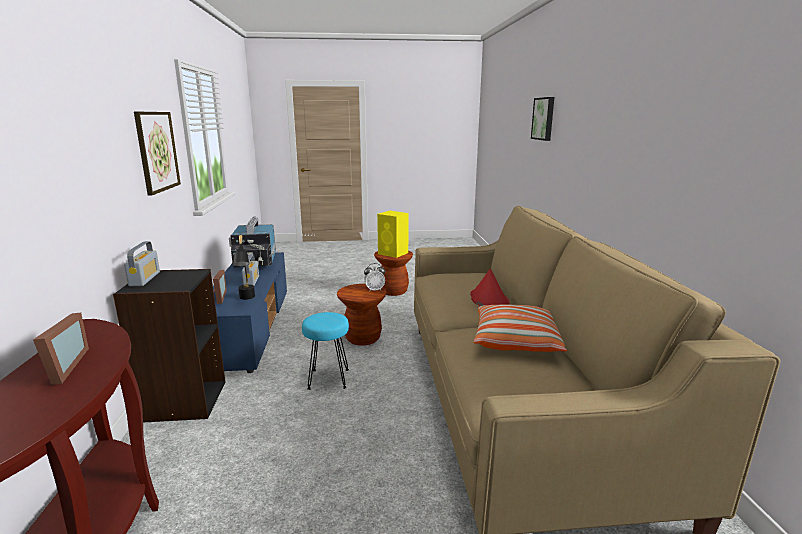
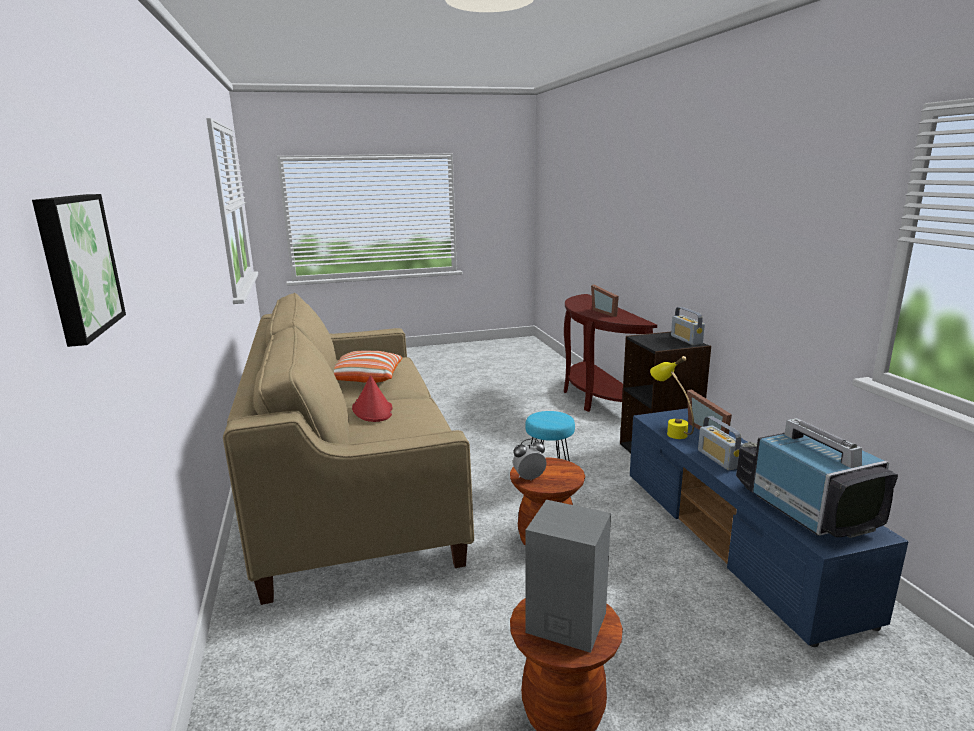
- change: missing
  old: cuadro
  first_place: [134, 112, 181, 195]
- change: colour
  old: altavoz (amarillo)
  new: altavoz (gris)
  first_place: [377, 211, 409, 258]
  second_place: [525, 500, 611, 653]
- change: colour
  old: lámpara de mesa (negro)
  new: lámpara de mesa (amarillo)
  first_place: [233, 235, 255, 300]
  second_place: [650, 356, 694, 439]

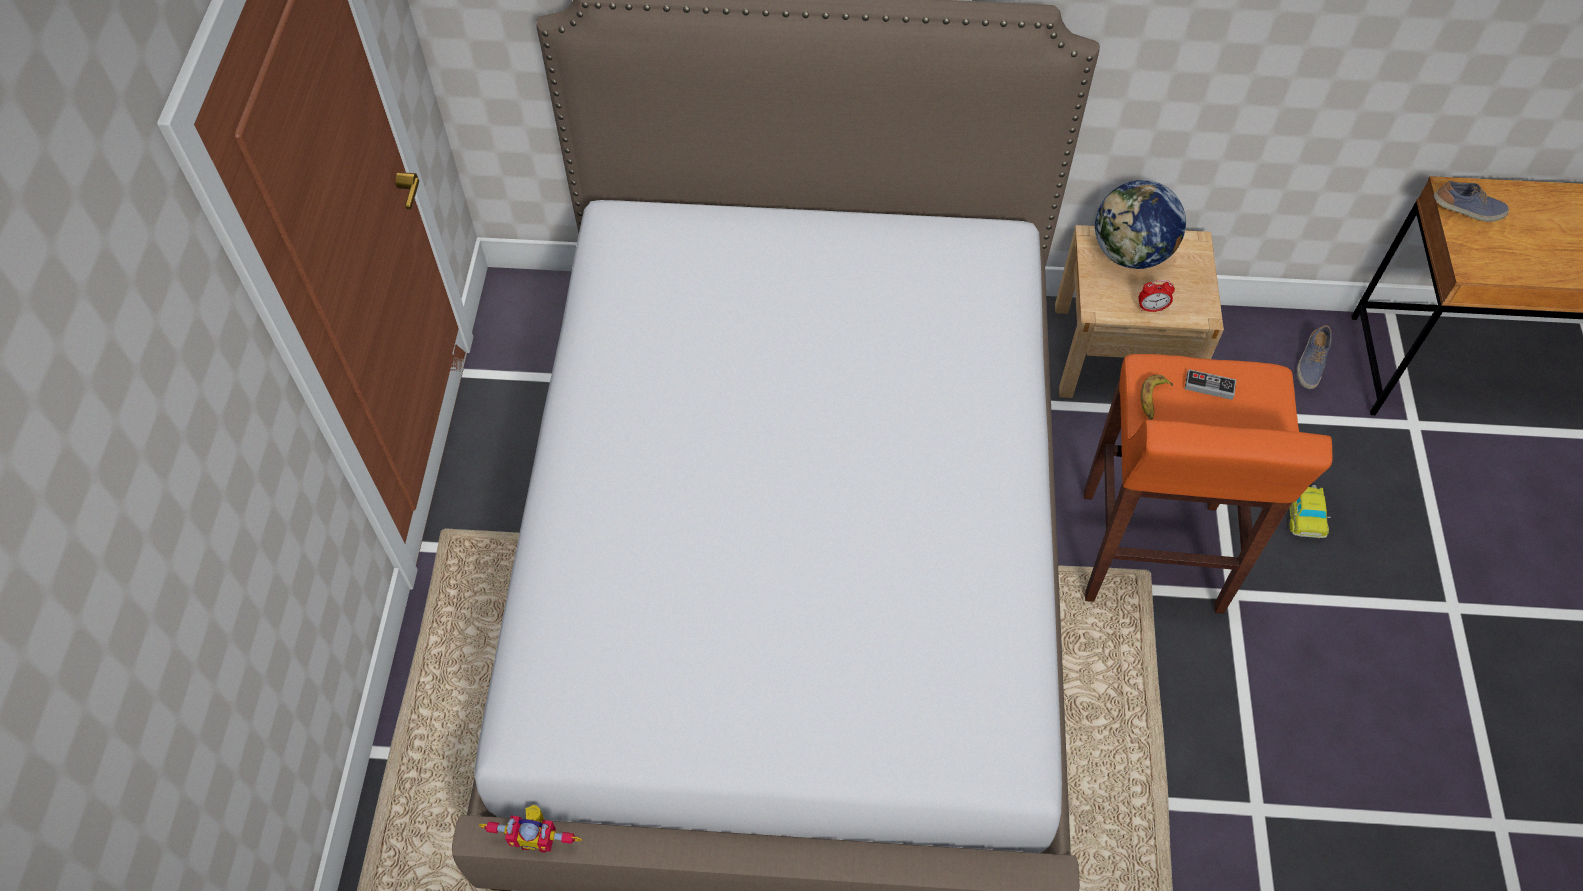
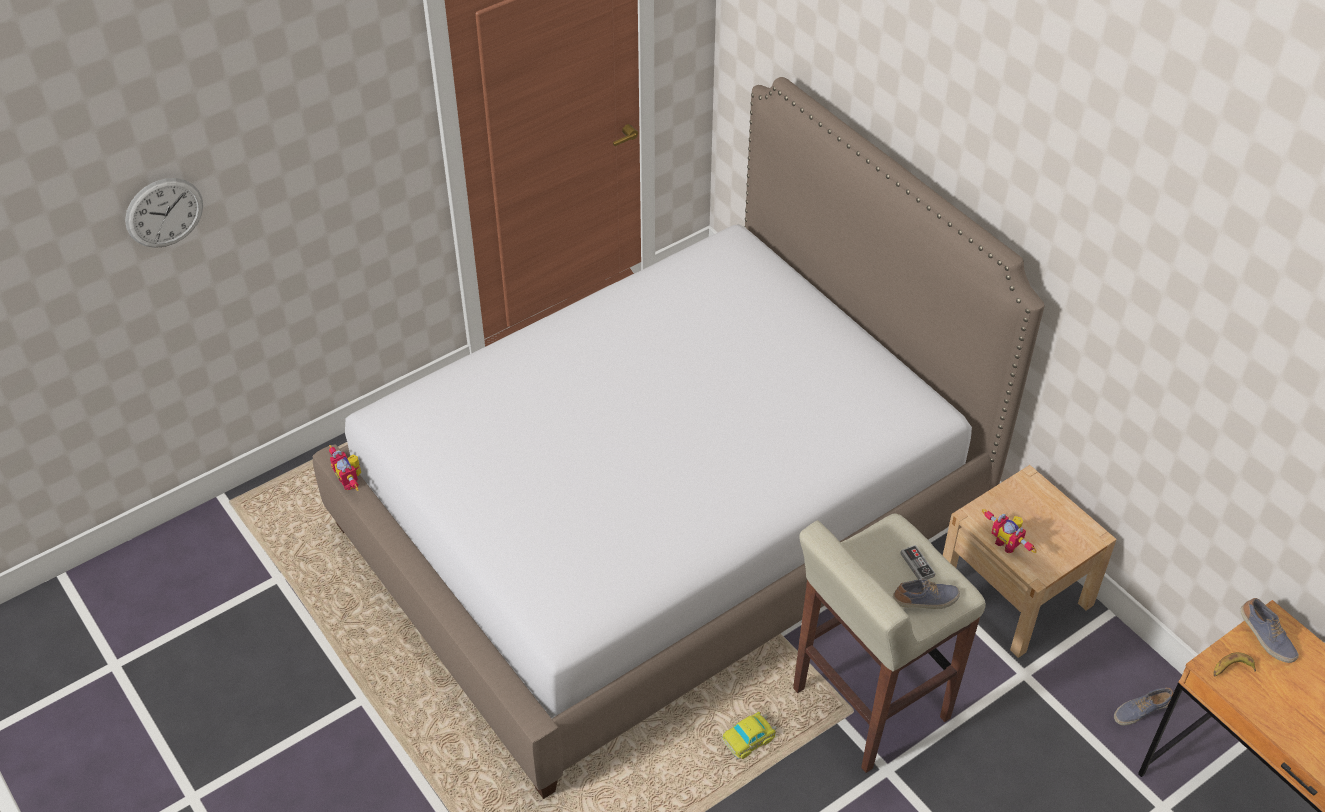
- change: missing
  old: globo terráqueo
  first_place: [1095, 180, 1186, 269]
- change: exchanged
  old: despertador
  new: robot de juguete
  first_place: [1138, 280, 1175, 312]
  second_place: [982, 509, 1037, 553]
- change: colour
  old: taburete (naranja)
  new: taburete (beis)
  first_place: [1084, 354, 1332, 614]
  second_place: [793, 513, 986, 773]
- change: relocated
  old: plátano
  first_place: [1141, 375, 1173, 420]
  second_place: [1213, 652, 1256, 676]
- change: relocated
  old: coche de juguete
  first_place: [1289, 485, 1330, 538]
  second_place: [722, 712, 777, 759]
- change: appeared
  new: reloj de pared
  second_place: [125, 178, 203, 248]
- change: appeared
  new: zapato
  second_place: [893, 579, 960, 609]

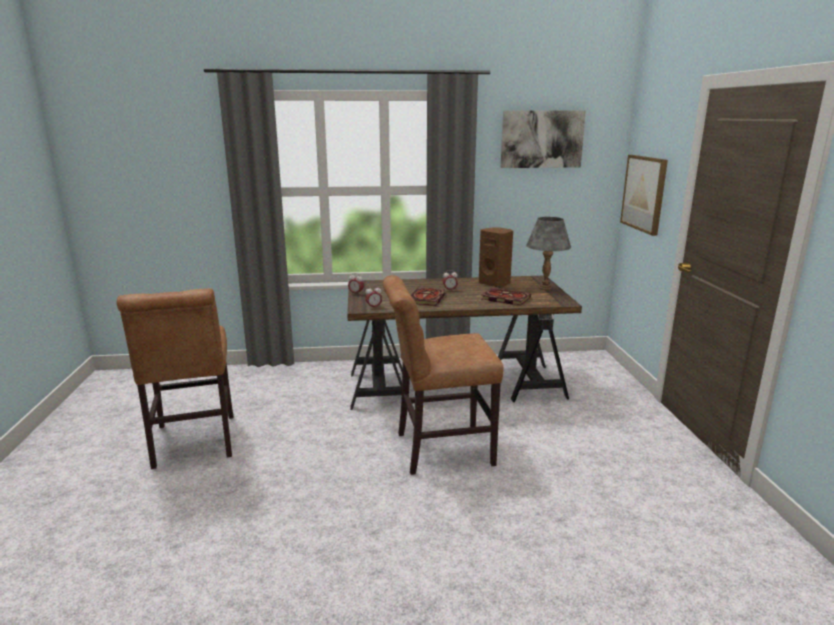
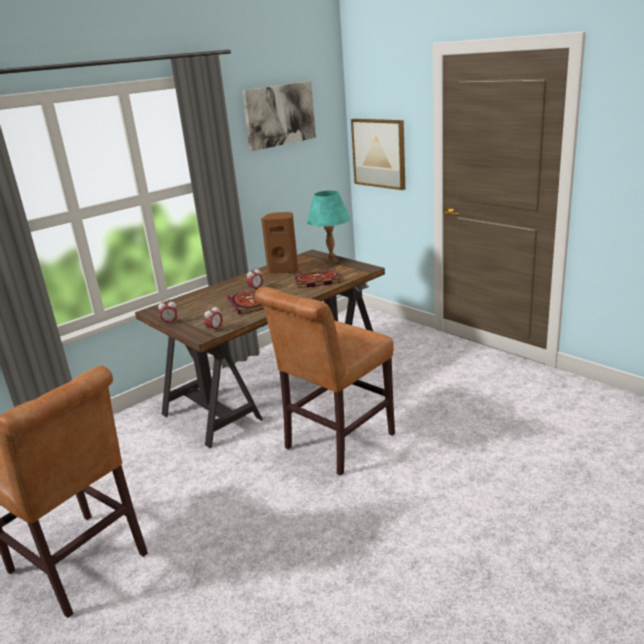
- change: colour
  old: lámpara de mesa (gris)
  new: lámpara de mesa (turquesa)
  first_place: [526, 217, 571, 290]
  second_place: [307, 191, 350, 263]

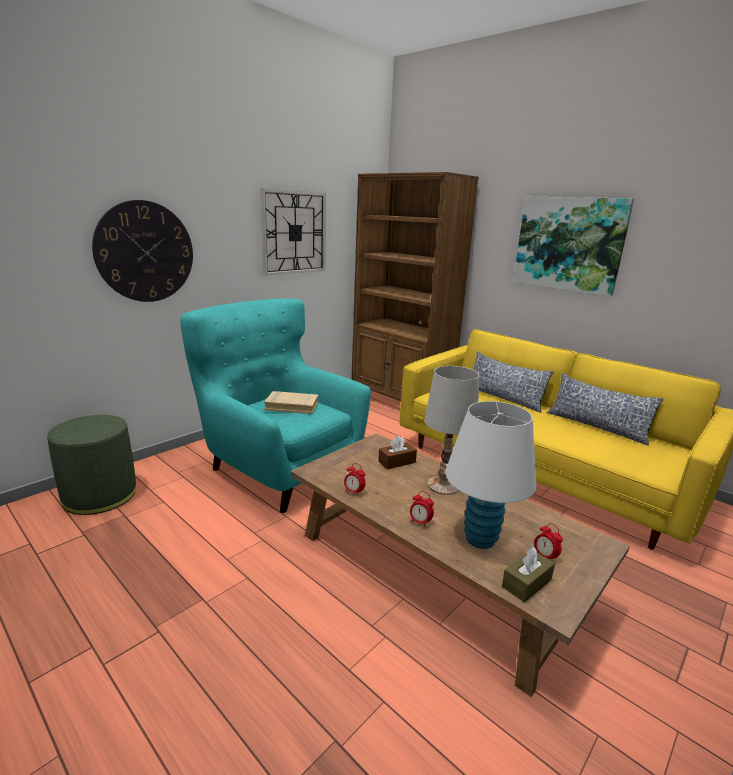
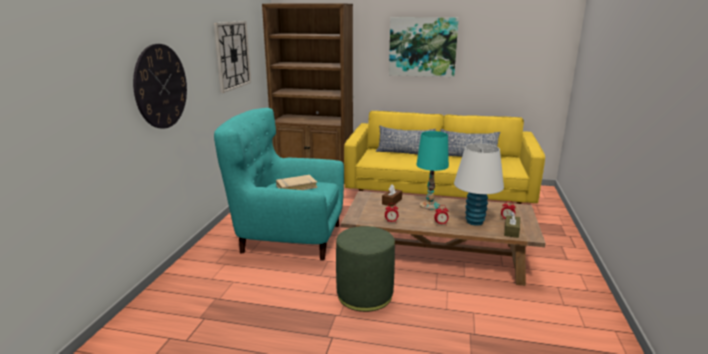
- change: colour
  old: lámpara de mesa (blanco)
  new: lámpara de mesa (turquesa)
  first_place: [424, 366, 479, 495]
  second_place: [416, 131, 449, 210]
- change: relocated
  old: puf (verde)
  first_place: [47, 415, 136, 515]
  second_place: [336, 226, 395, 312]

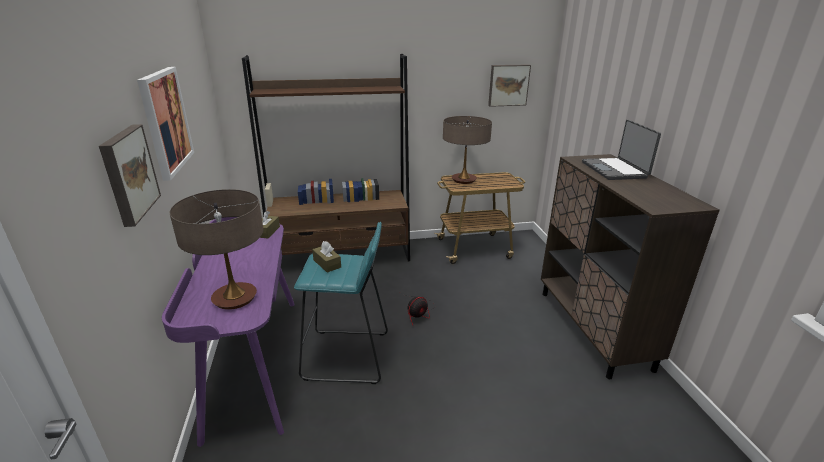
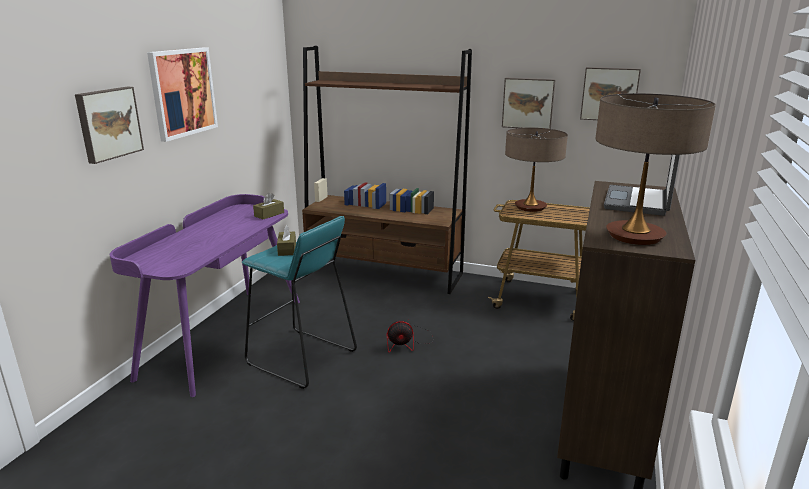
- change: relocated
  old: lámpara de mesa
  first_place: [170, 189, 264, 310]
  second_place: [595, 93, 716, 245]
- change: appeared
  new: cuadro
  second_place: [502, 78, 556, 129]

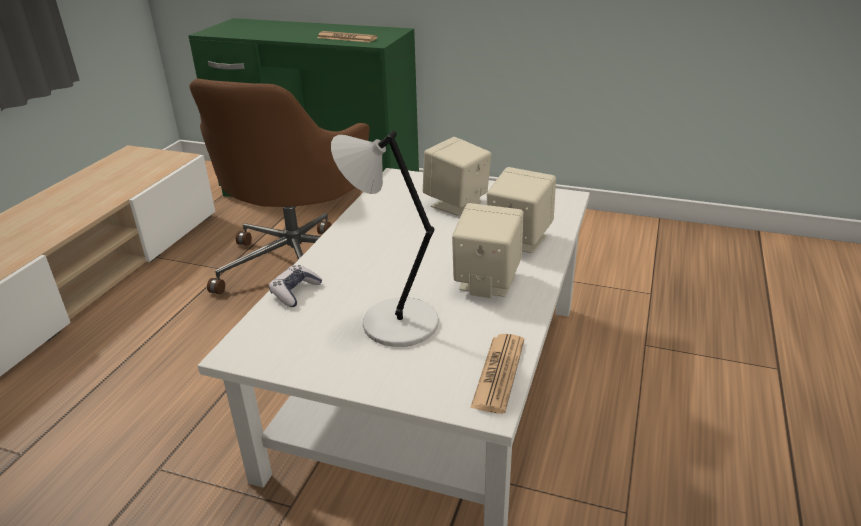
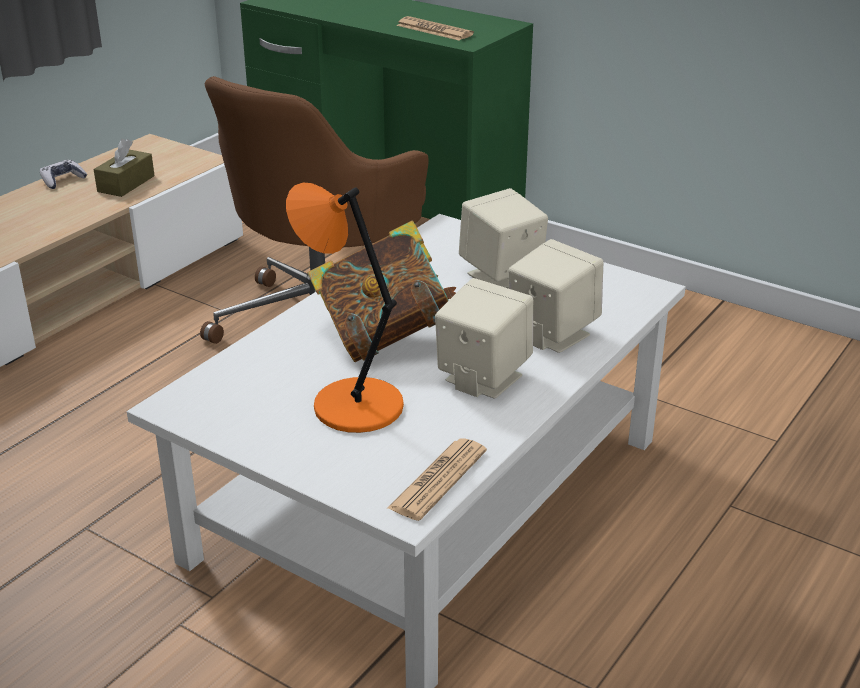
- change: colour
  old: lámpara de mesa (gris)
  new: lámpara de mesa (naranja)
  first_place: [331, 131, 439, 347]
  second_place: [286, 183, 404, 433]
- change: relocated
  old: mando de consola
  first_place: [269, 265, 323, 307]
  second_place: [40, 160, 87, 189]
- change: appeared
  new: caja de pañuelos (marrón)
  second_place: [94, 139, 155, 197]
- change: appeared
  new: libro
  second_place: [308, 221, 457, 362]

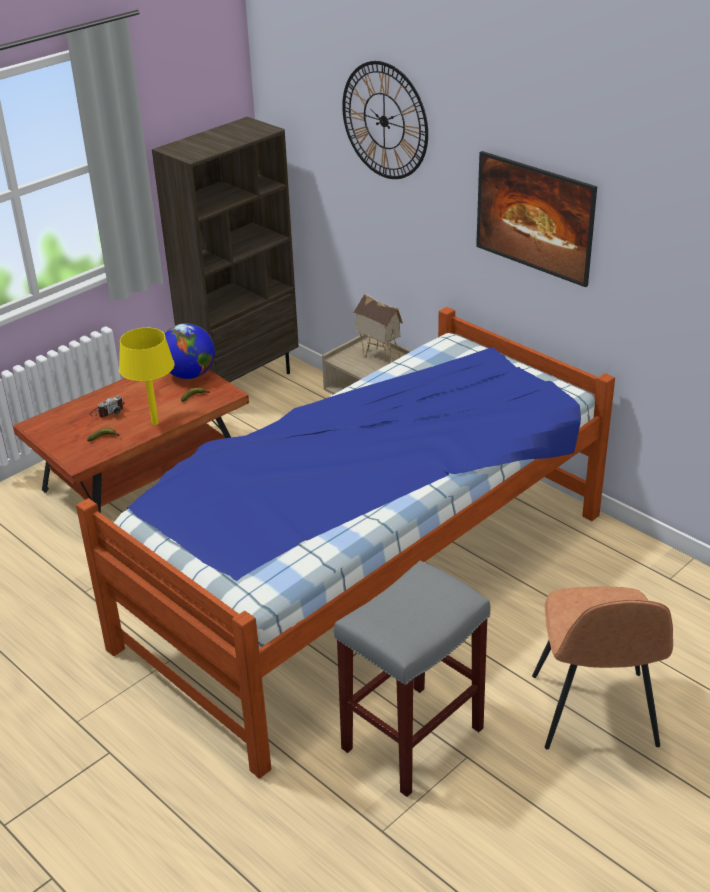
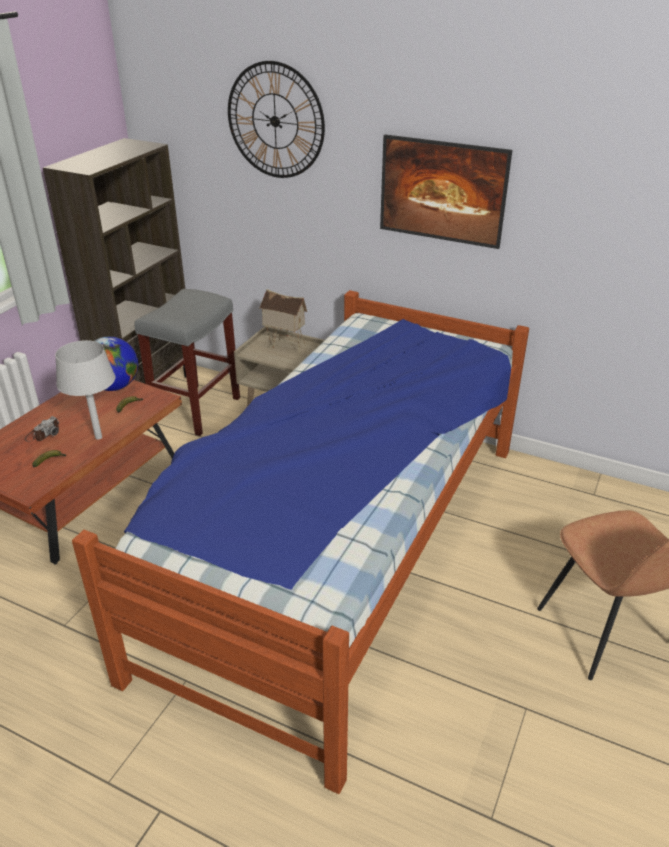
- change: colour
  old: lámpara de mesa (amarillo)
  new: lámpara de mesa (gris)
  first_place: [119, 328, 175, 425]
  second_place: [55, 340, 115, 440]
- change: relocated
  old: taburete (gris)
  first_place: [334, 561, 490, 797]
  second_place: [135, 289, 240, 436]

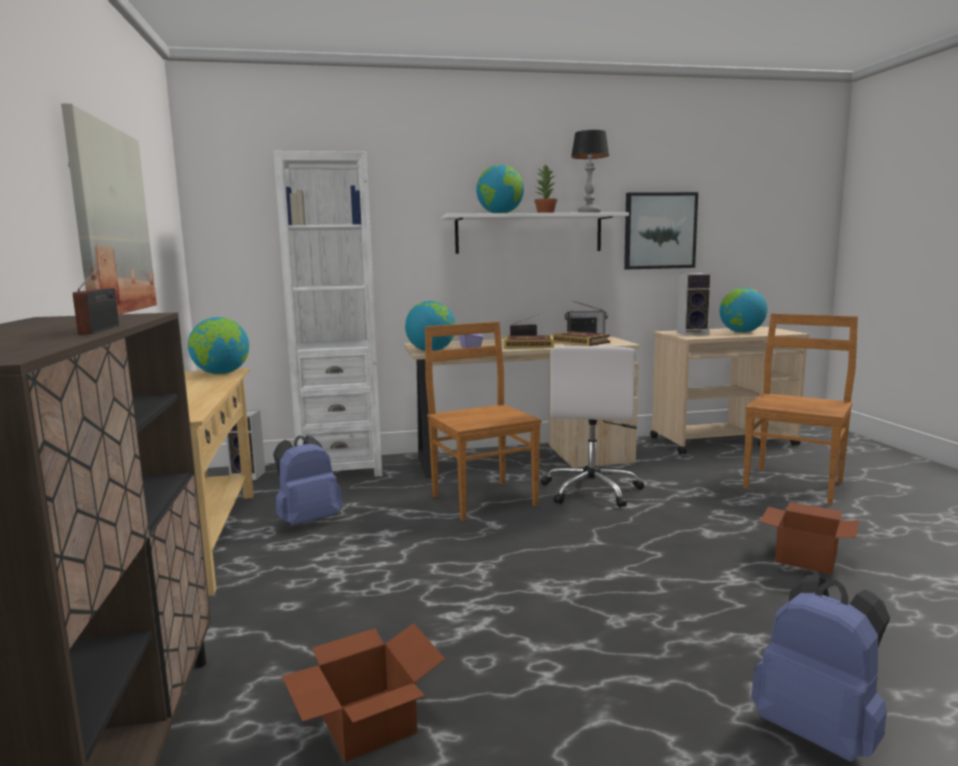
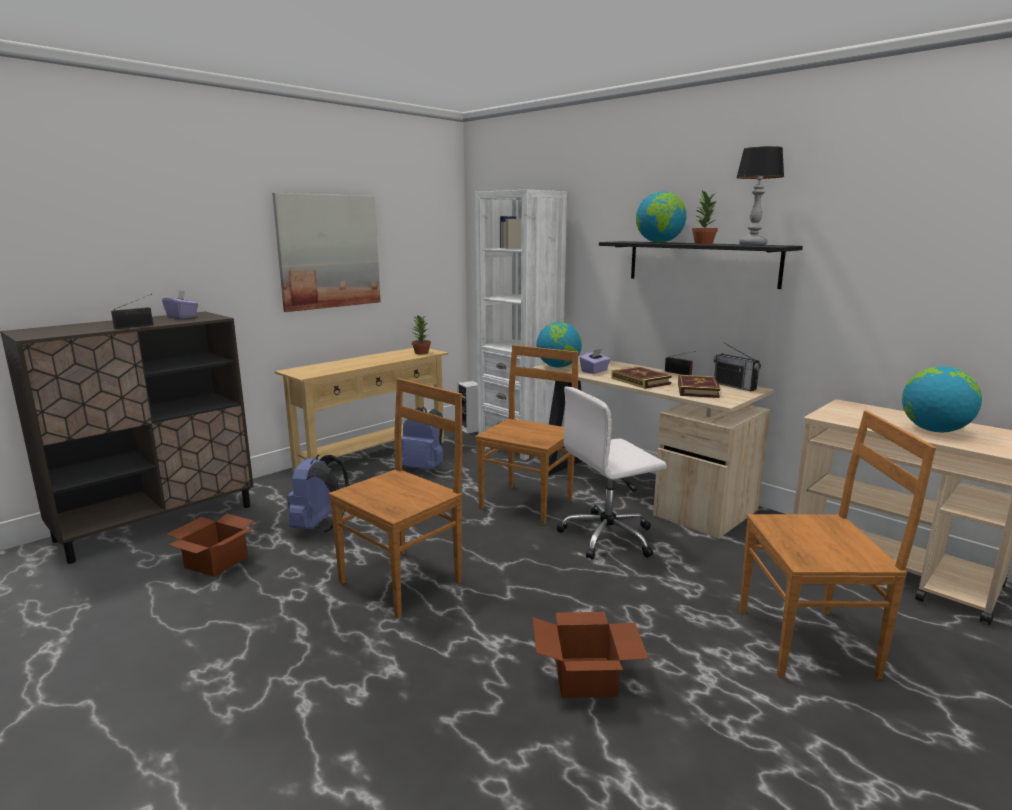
- change: missing
  old: cuadro
  first_place: [624, 192, 698, 269]
- change: colour
  old: estante (blanco)
  new: estante (negro)
  first_place: [441, 212, 629, 254]
  second_place: [599, 241, 803, 289]
- change: missing
  old: altavoz
  first_place: [677, 273, 712, 335]
- change: exchanged
  old: globo terráqueo
  new: planta en maceta
  first_place: [188, 317, 249, 374]
  second_place: [412, 315, 431, 354]
- change: relocated
  old: mochila (azul)
  first_place: [751, 574, 890, 762]
  second_place: [287, 455, 349, 532]
- change: appeared
  new: caja de pañuelos (morado)
  second_place: [162, 290, 198, 319]
- change: appeared
  new: silla (marrón)
  second_place: [328, 378, 463, 618]

